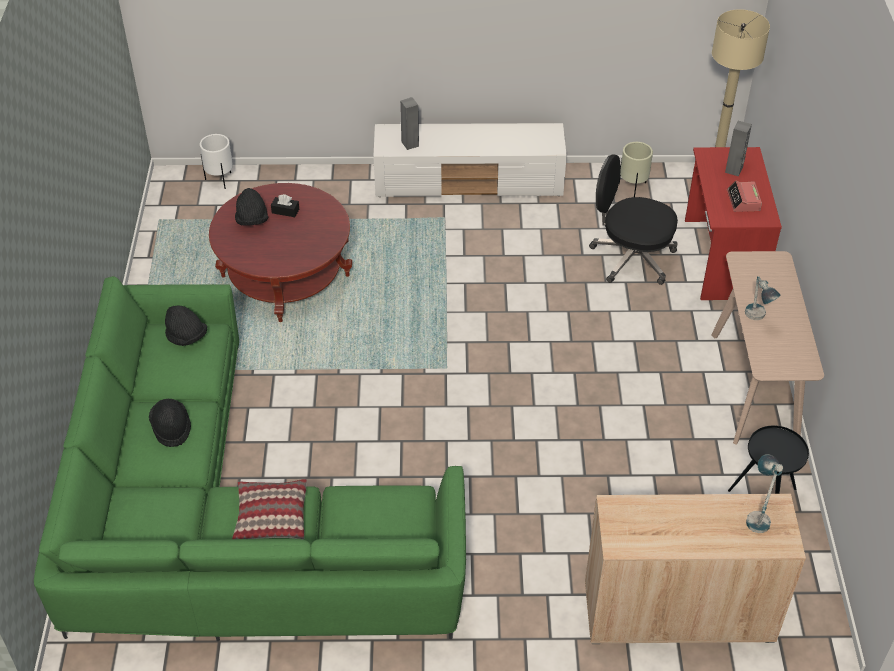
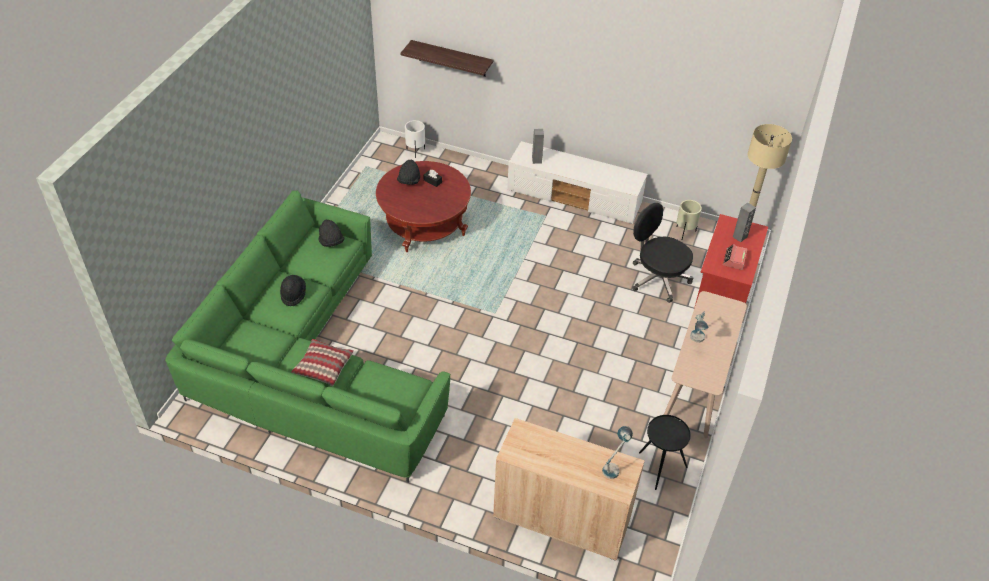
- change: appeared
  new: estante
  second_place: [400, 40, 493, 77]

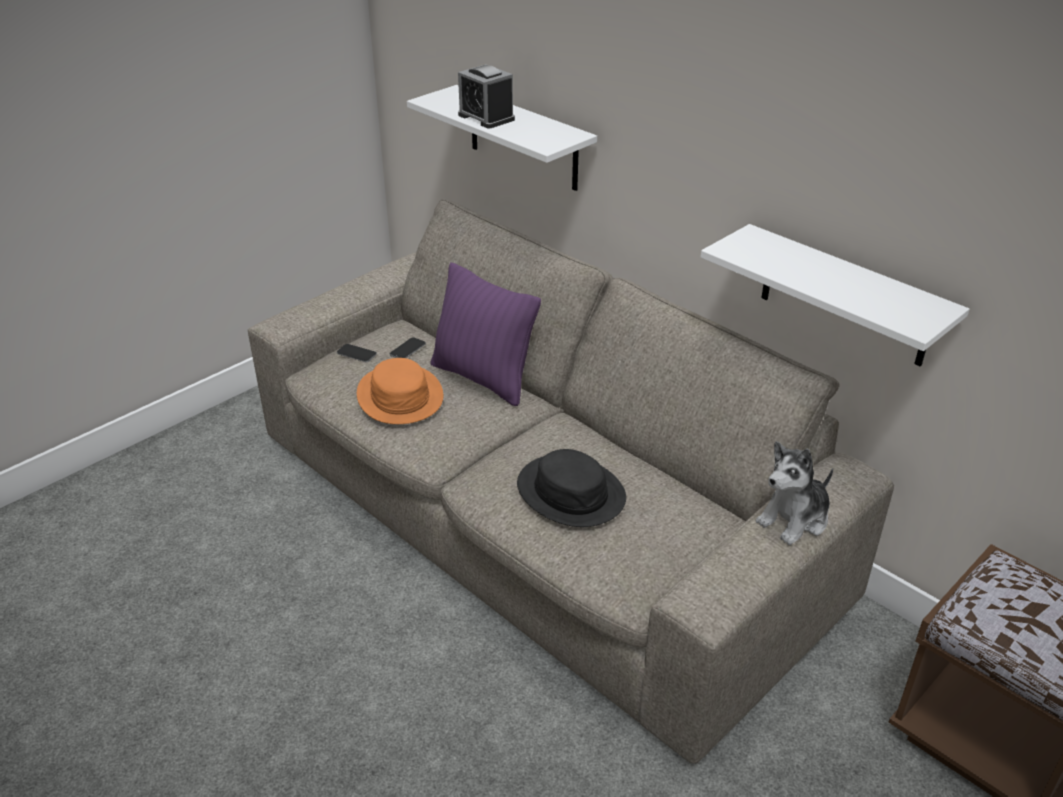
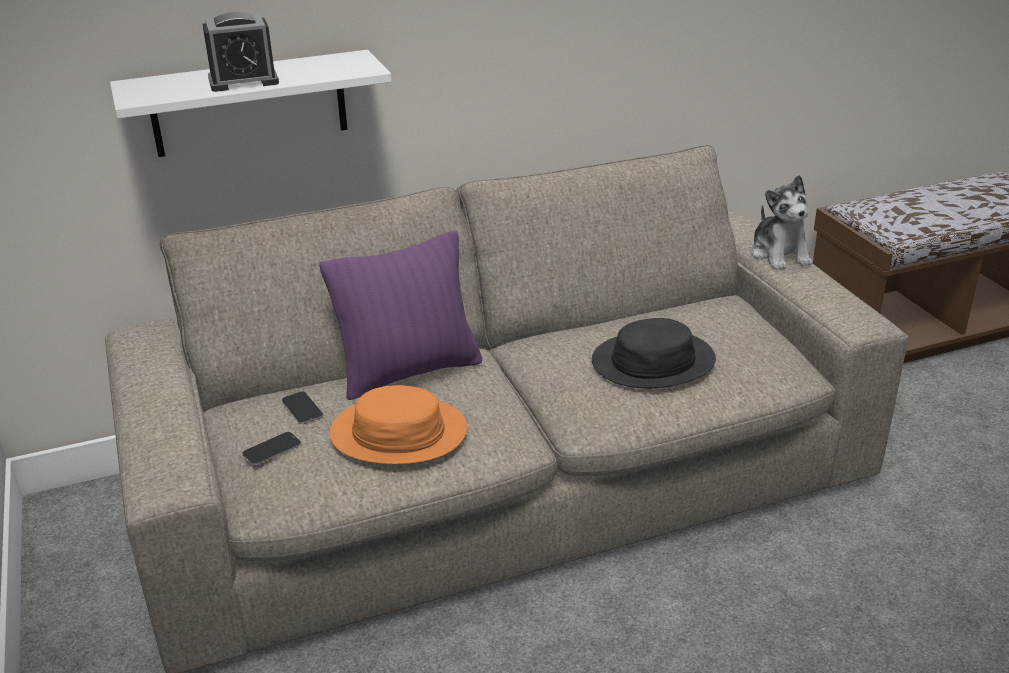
- change: missing
  old: estante (blanco)
  first_place: [700, 224, 969, 367]

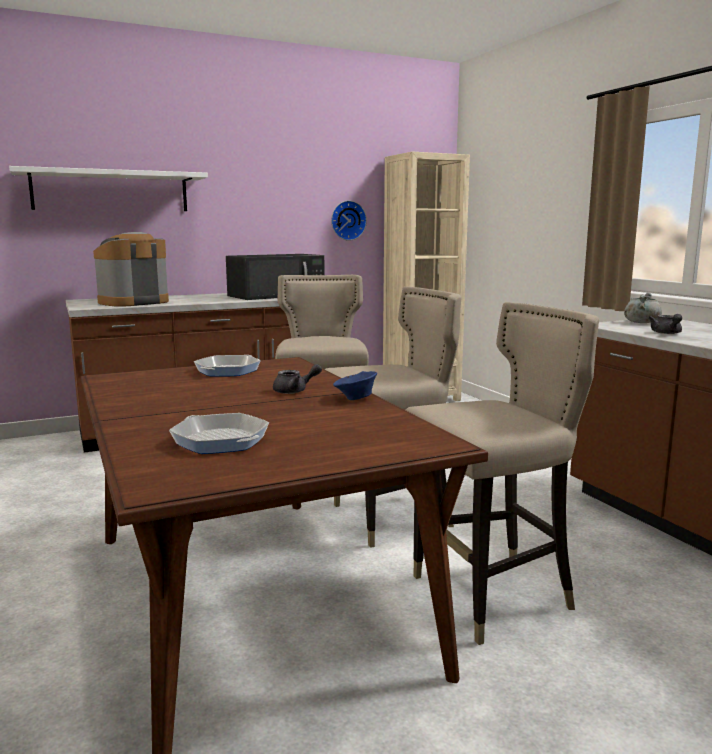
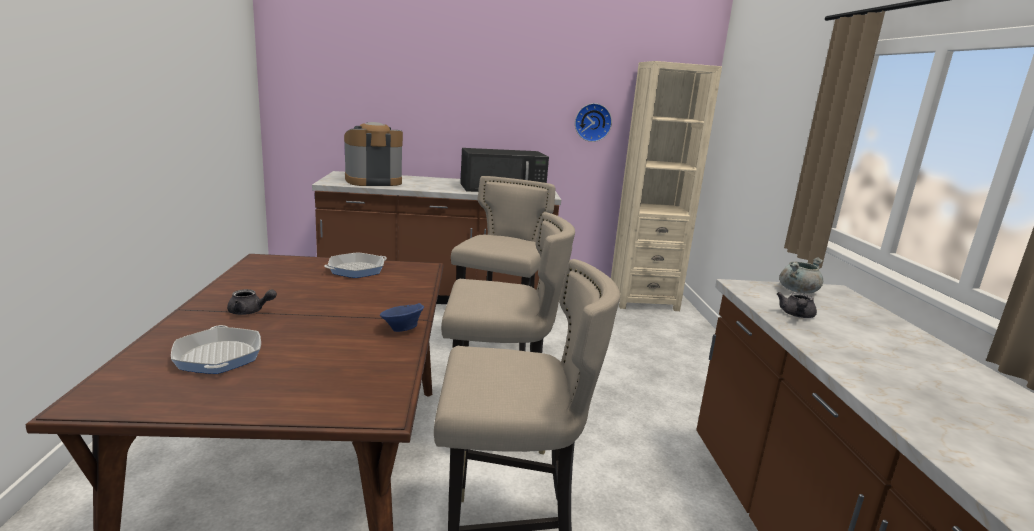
- change: missing
  old: estante (blanco)
  first_place: [9, 166, 208, 211]
- change: relocated
  old: tetera (gris)
  first_place: [273, 364, 322, 394]
  second_place: [227, 289, 277, 315]

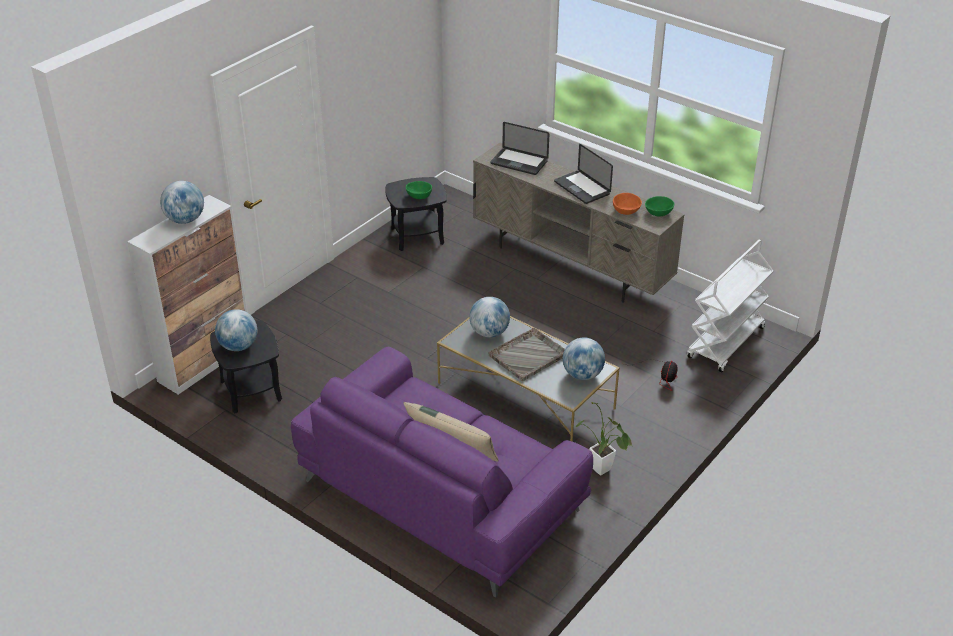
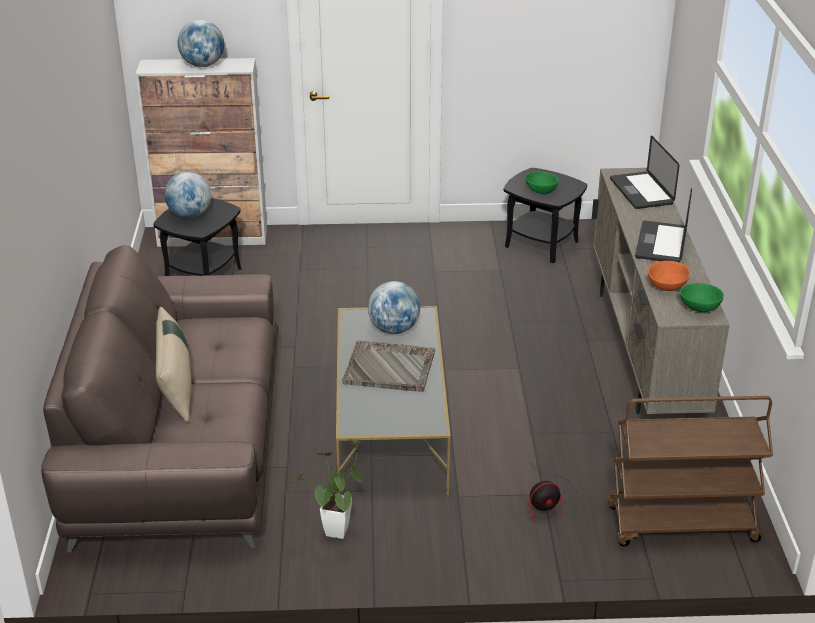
- change: colour
  old: carrito (blanco)
  new: carrito (marrón)
  first_place: [687, 240, 773, 372]
  second_place: [608, 396, 773, 546]
- change: missing
  old: globo terráqueo
  first_place: [563, 337, 605, 380]
- change: colour
  old: sofá (morado)
  new: sofá (marrón)
  first_place: [291, 347, 593, 598]
  second_place: [41, 245, 279, 552]

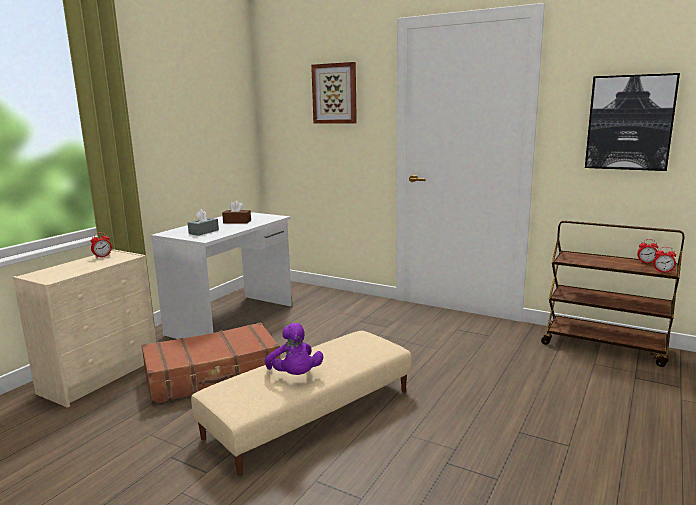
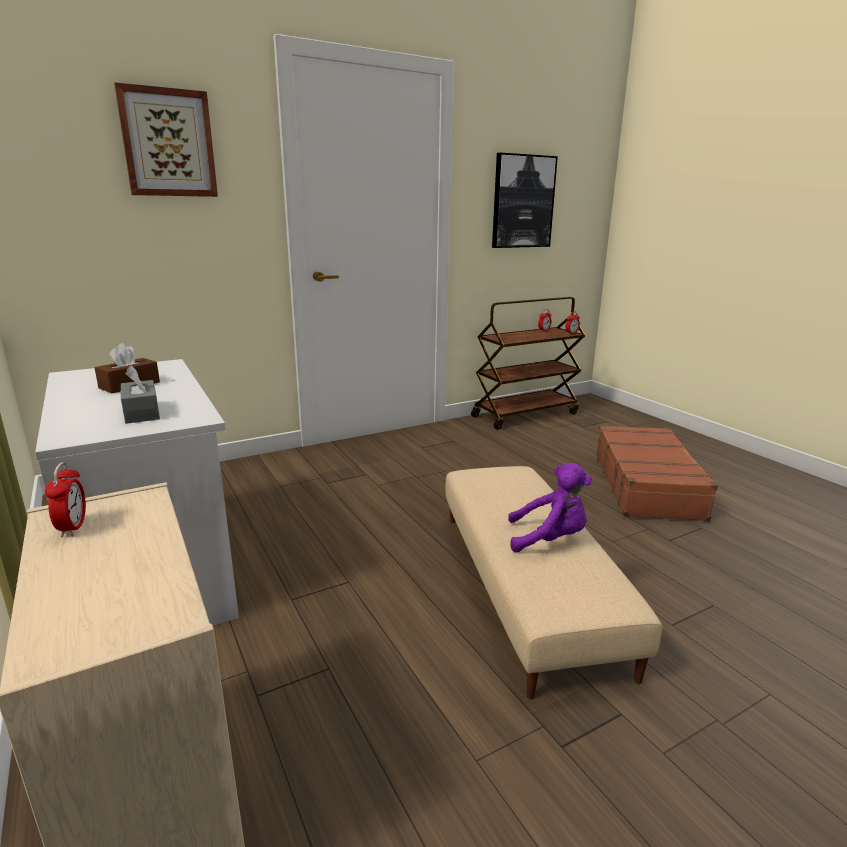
- change: relocated
  old: maleta (marrón)
  first_place: [141, 322, 280, 405]
  second_place: [596, 425, 718, 522]

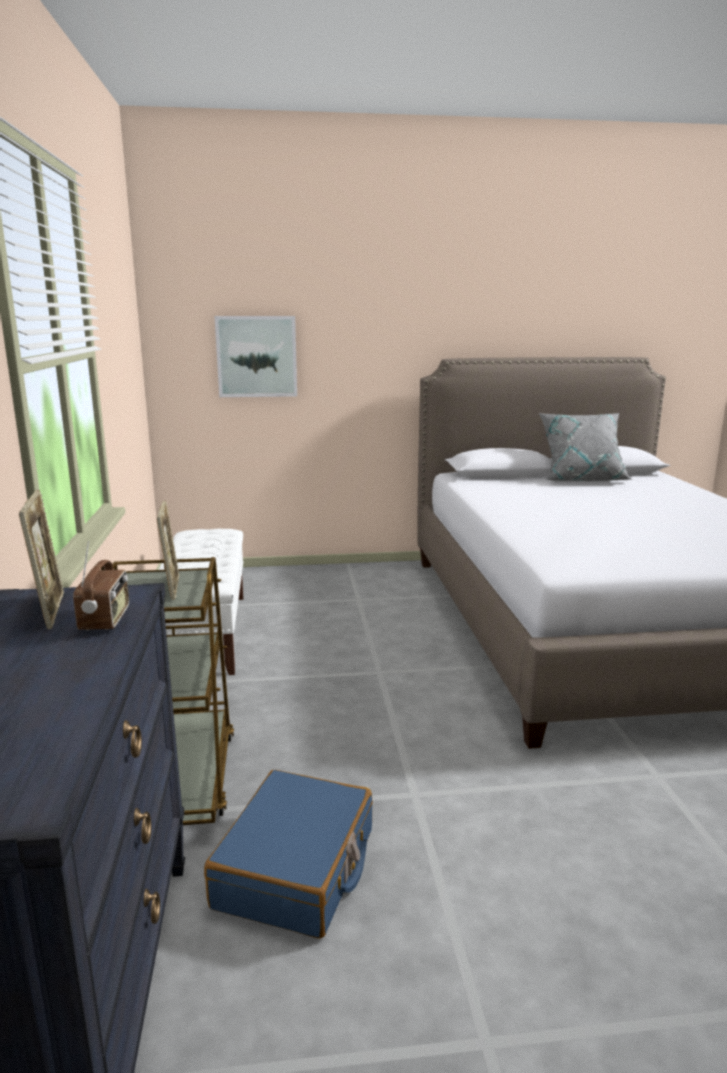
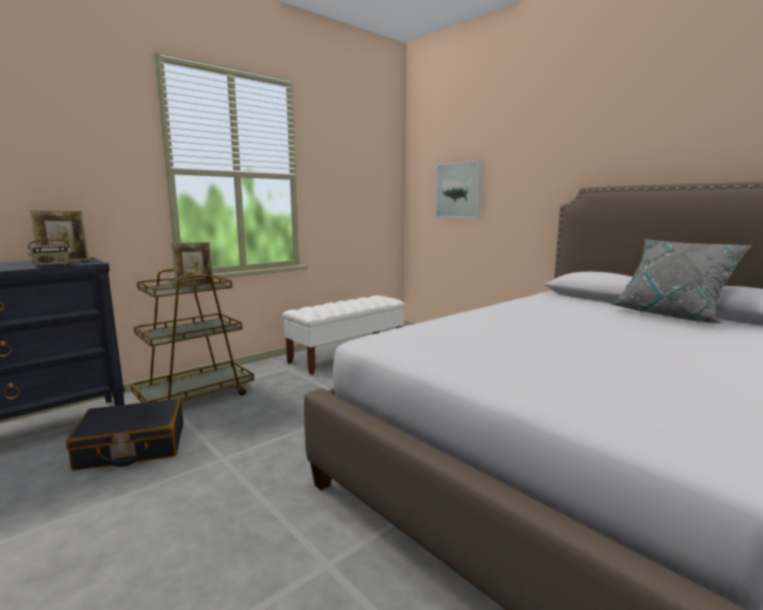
- change: colour
  old: maleta (azul)
  new: maleta (negro)
  first_place: [204, 770, 373, 939]
  second_place: [66, 399, 183, 471]

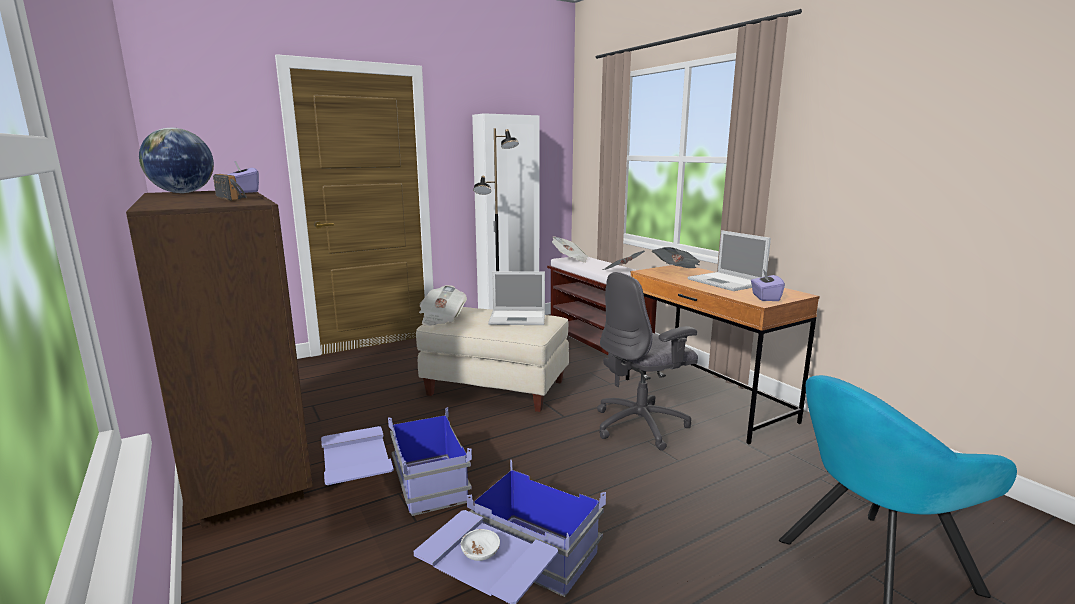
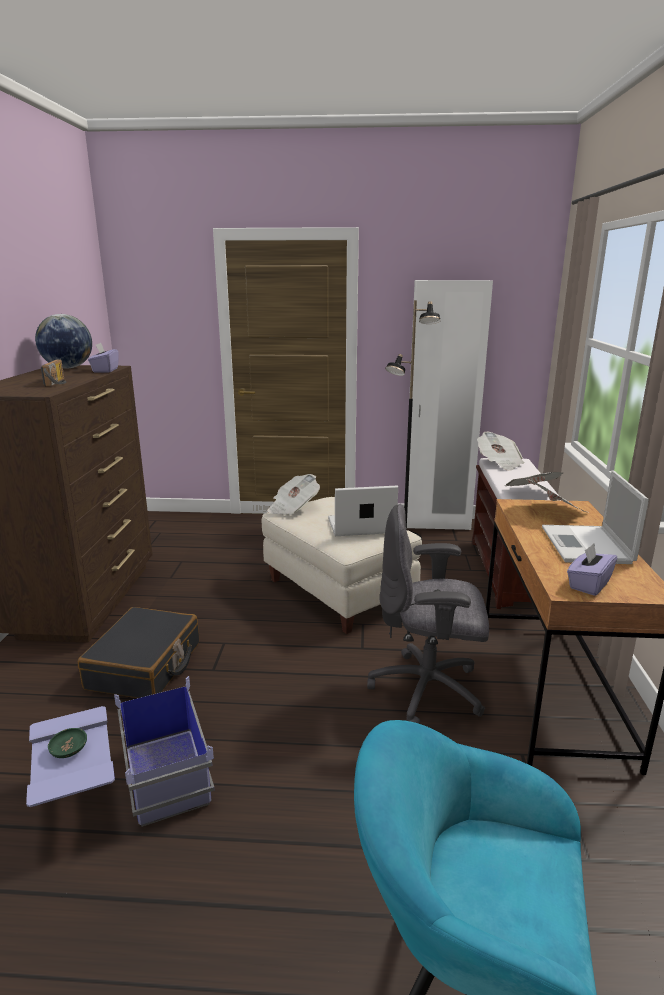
- change: spun
  old: portátil
  first_place: [488, 271, 545, 325]
  second_place: [328, 486, 398, 536]
  degrees: 135
- change: exchanged
  old: caja de almacenaje (azul)
  new: maleta (negro)
  first_place: [321, 407, 472, 516]
  second_place: [78, 607, 199, 698]
- change: colour
  old: cuenco (blanco)
  new: cuenco (verde)
  first_place: [461, 529, 500, 561]
  second_place: [48, 728, 87, 758]

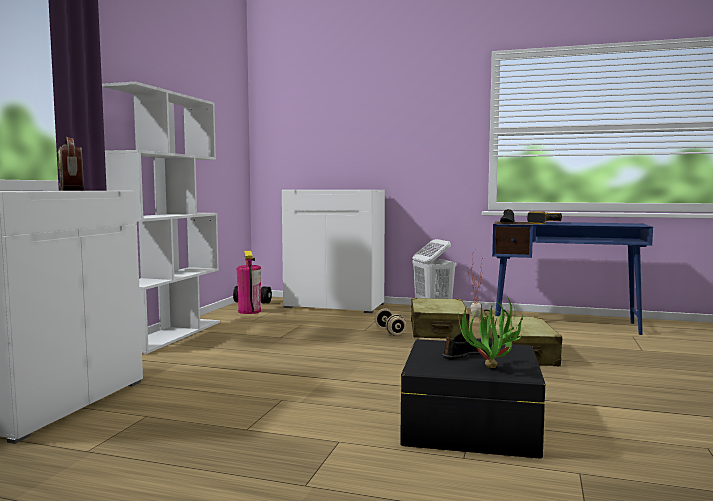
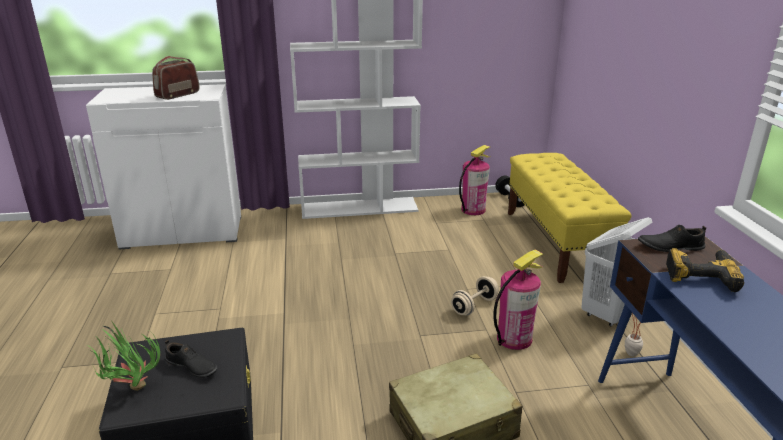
- change: exchanged
  old: armario (blanco)
  new: banco (amarillo)
  first_place: [282, 190, 385, 313]
  second_place: [508, 153, 631, 283]
- change: exchanged
  old: maleta (beis)
  new: extintor
  first_place: [411, 298, 470, 339]
  second_place: [494, 250, 543, 350]

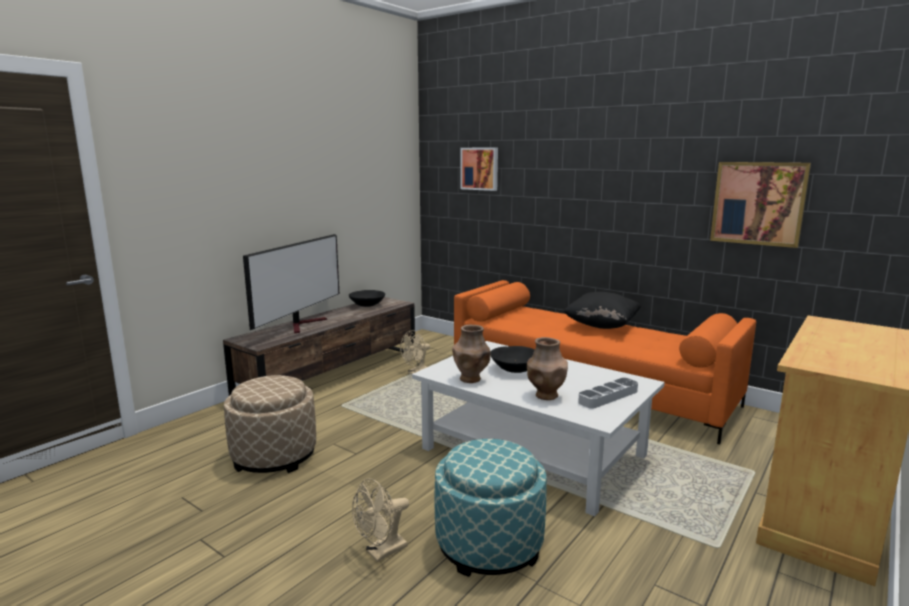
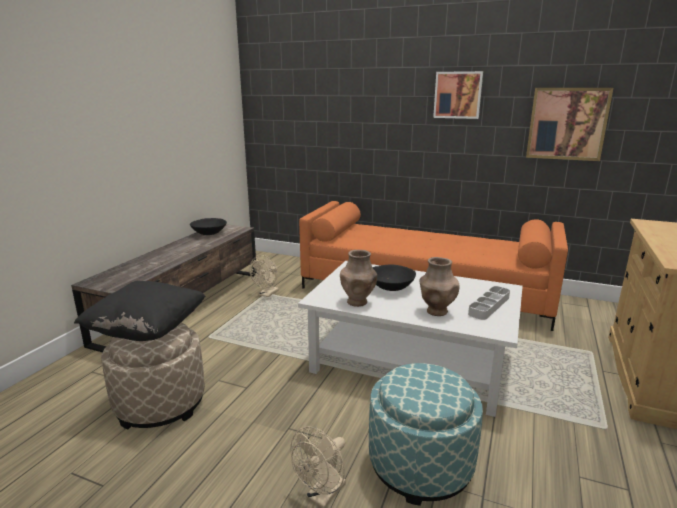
- change: relocated
  old: cuadro
  first_place: [460, 148, 498, 191]
  second_place: [433, 71, 483, 119]
- change: missing
  old: televisor
  first_place: [243, 234, 339, 333]
- change: relocated
  old: cojín (negro)
  first_place: [563, 292, 641, 329]
  second_place: [74, 281, 205, 341]

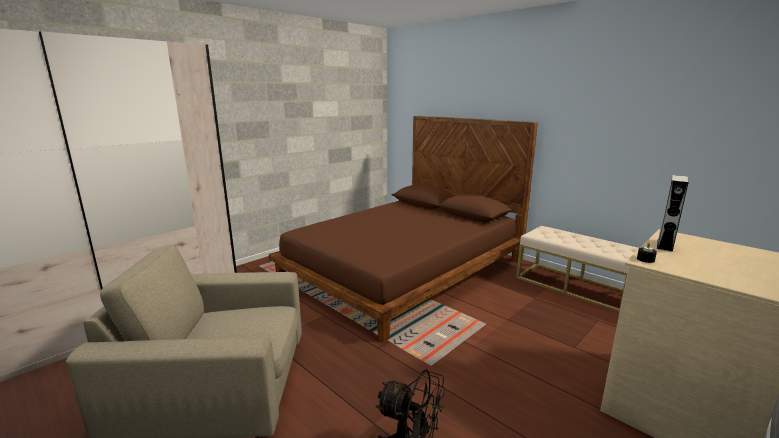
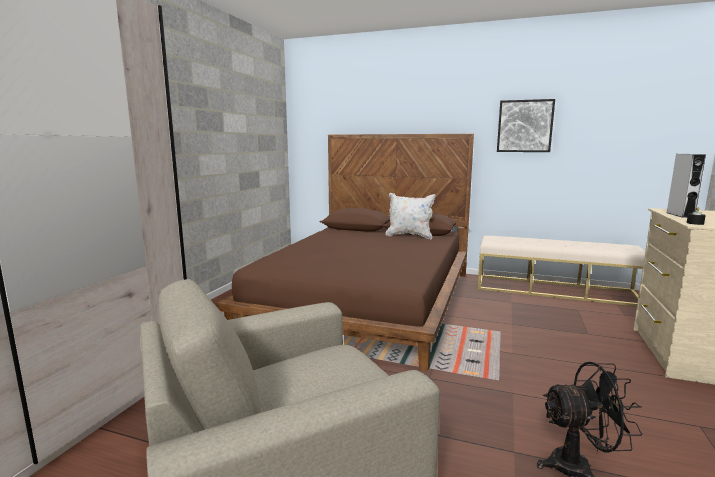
- change: appeared
  new: cuadro
  second_place: [497, 99, 555, 152]
- change: appeared
  new: cojín (blanco)
  second_place: [385, 193, 436, 239]

